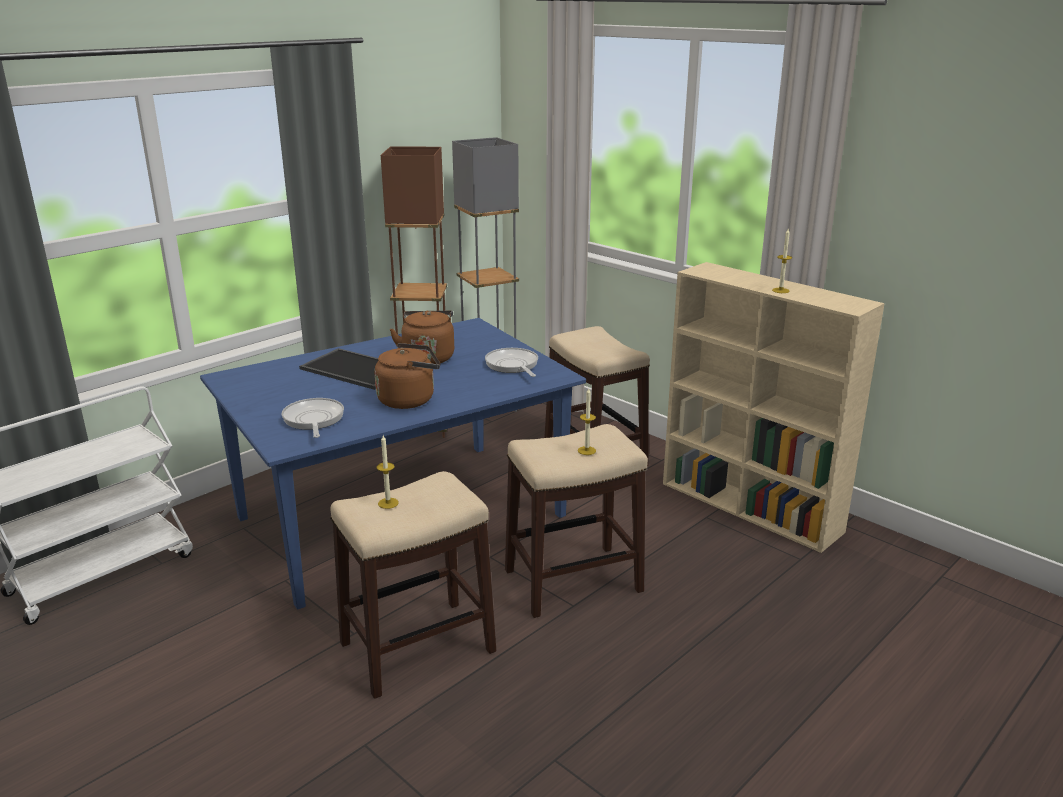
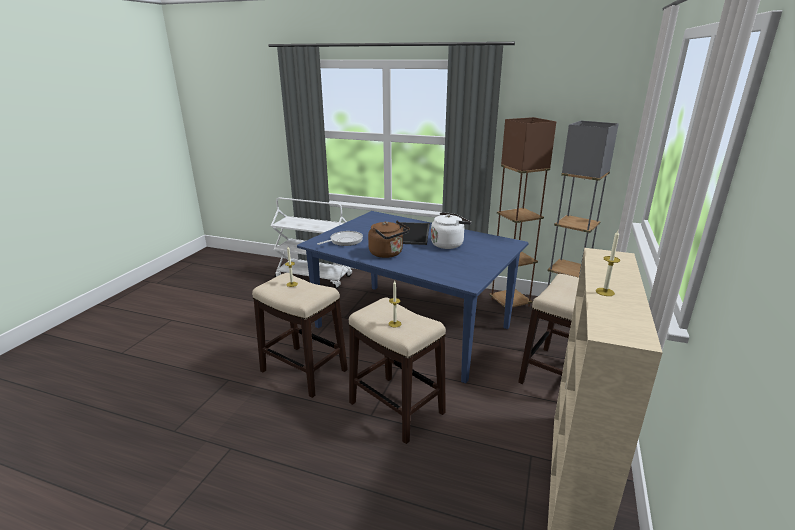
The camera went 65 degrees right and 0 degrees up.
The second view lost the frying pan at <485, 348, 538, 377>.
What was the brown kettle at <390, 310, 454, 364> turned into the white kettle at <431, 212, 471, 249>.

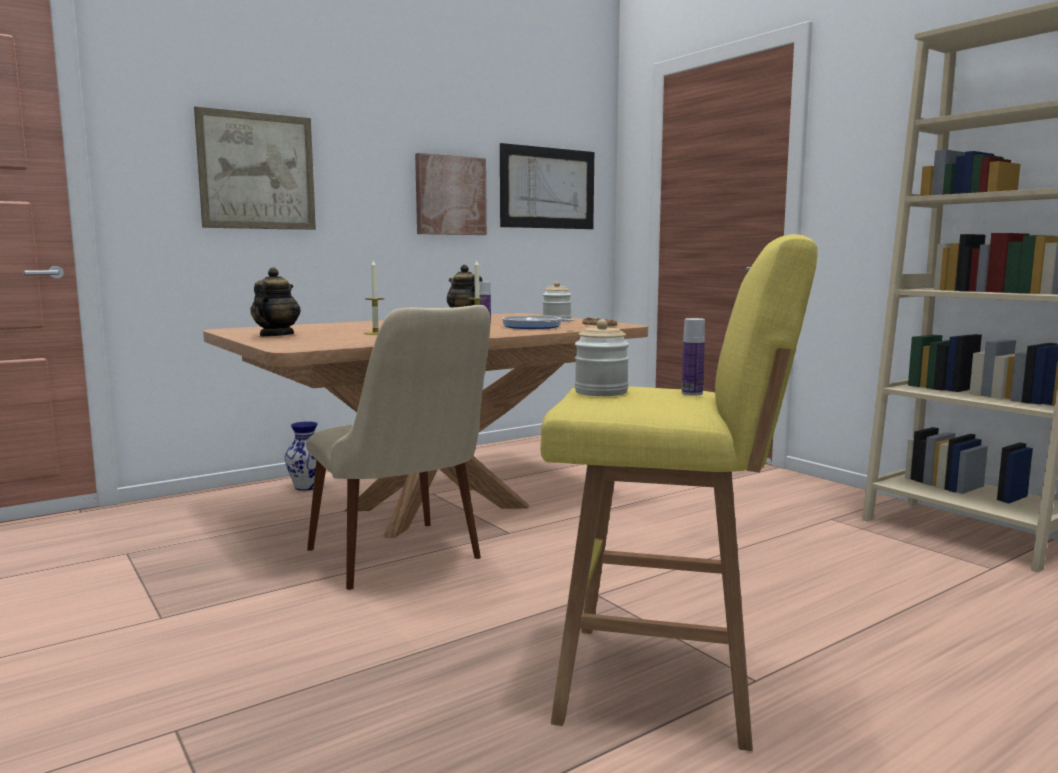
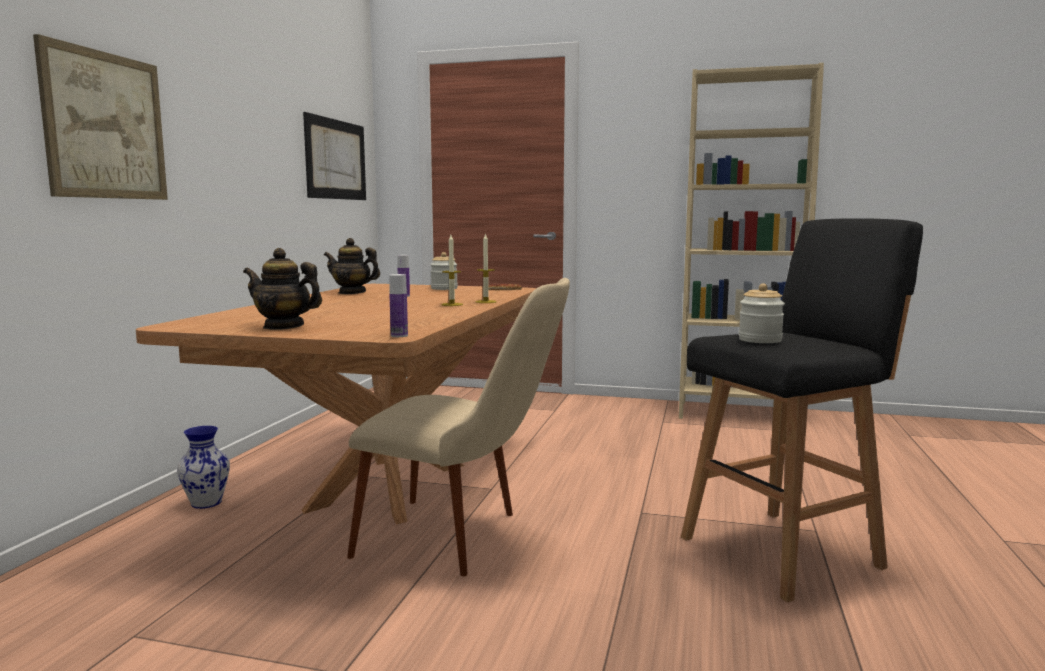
The camera went 40 degrees left and 0 degrees up.
The second view lost the picture at <415, 153, 487, 235>.
The second view lost the frying pan at <502, 316, 574, 329>.
The candle ended up elsewhere, having gone from <364, 259, 384, 335> to <476, 233, 496, 303>.
The bottle ended up elsewhere, having gone from <682, 318, 705, 395> to <389, 274, 408, 337>.
What was the yellow stool at <540, 234, 818, 751> turned into the black stool at <681, 218, 923, 602>.
The teapot at <250, 267, 301, 337> ended up facing another way, 45 degrees counterclockwise from before.

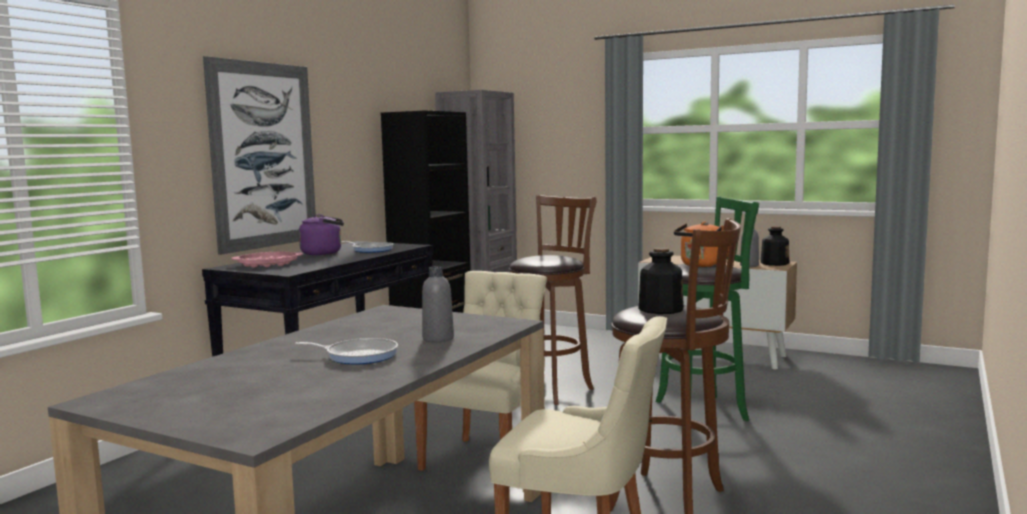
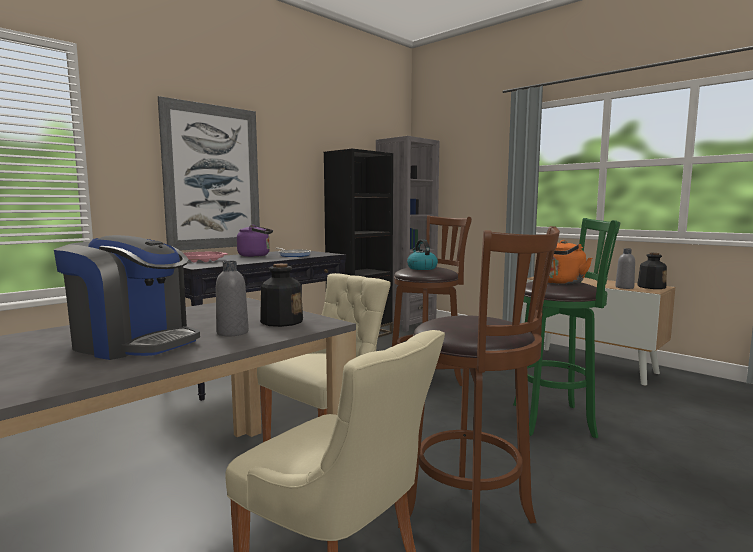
The camera went 15 degrees right and 0 degrees up.
The second view gained the kettle at <407, 239, 438, 270>.
The bottle ended up elsewhere, having gone from <638, 248, 684, 314> to <260, 263, 303, 327>.
Where the frying pan stood at <295, 338, 398, 364>, the coffee machine came to stand at <54, 235, 200, 360>.

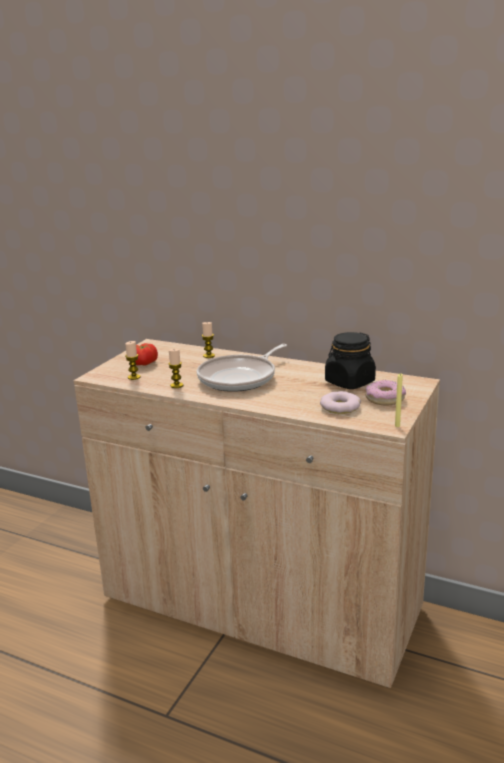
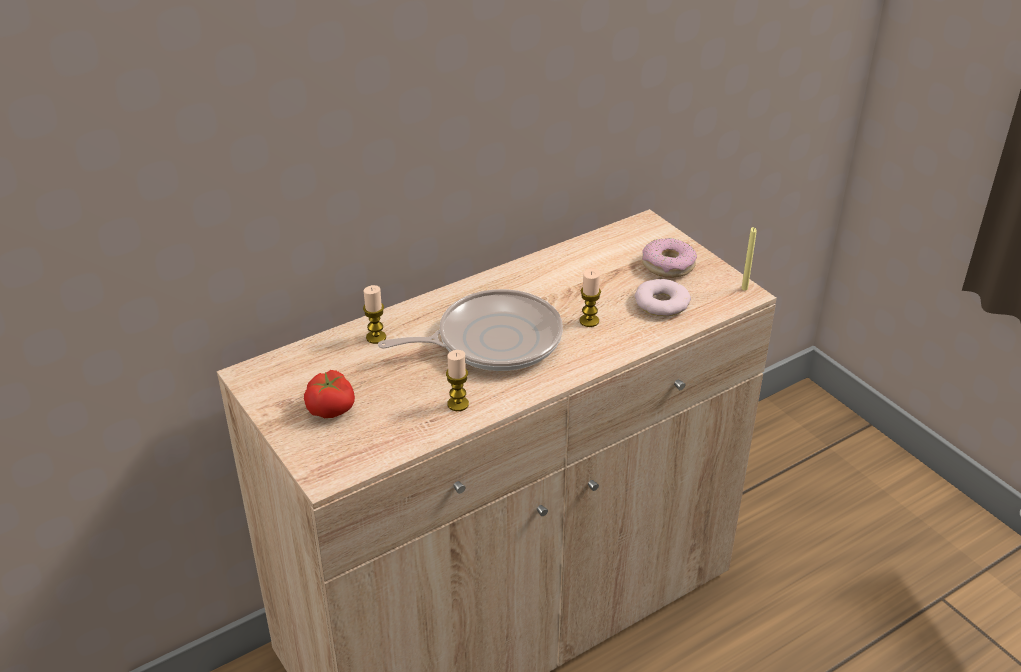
The camera went 60 degrees left and 15 degrees up.
The second view lost the black jar at <325, 332, 376, 389>.
The candle ended up elsewhere, having gone from <125, 341, 140, 380> to <579, 268, 601, 327>.
The frying pan at <197, 344, 287, 392> ended up facing another way, 90 degrees counterclockwise from before.

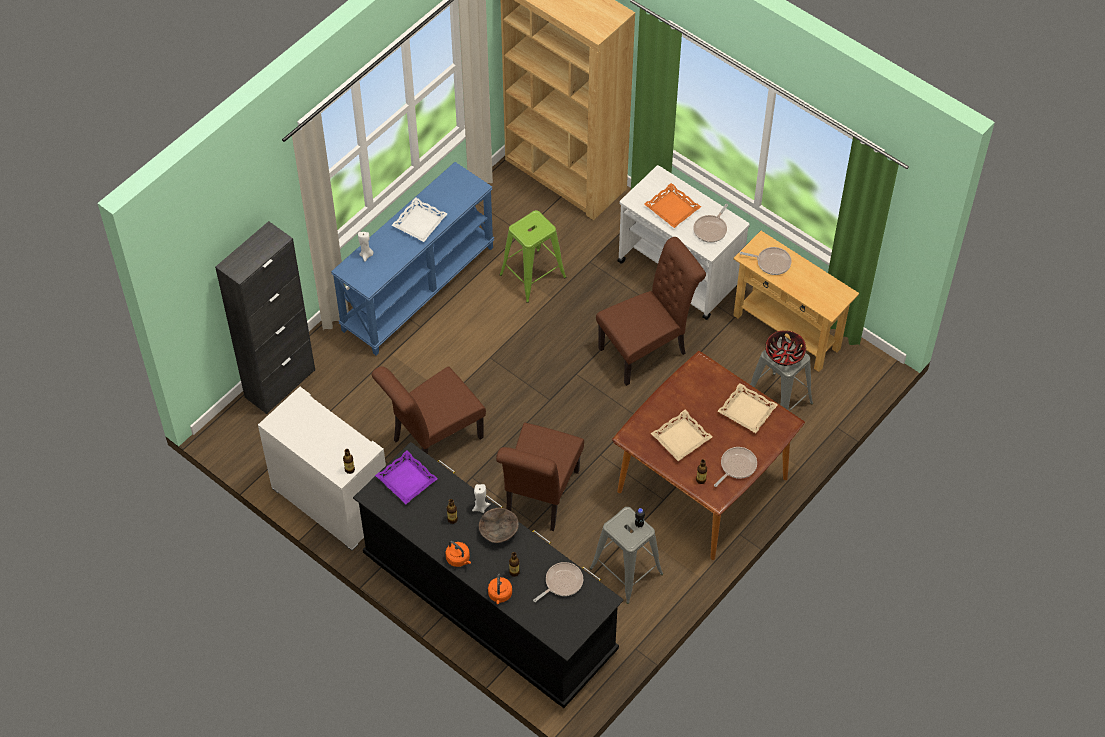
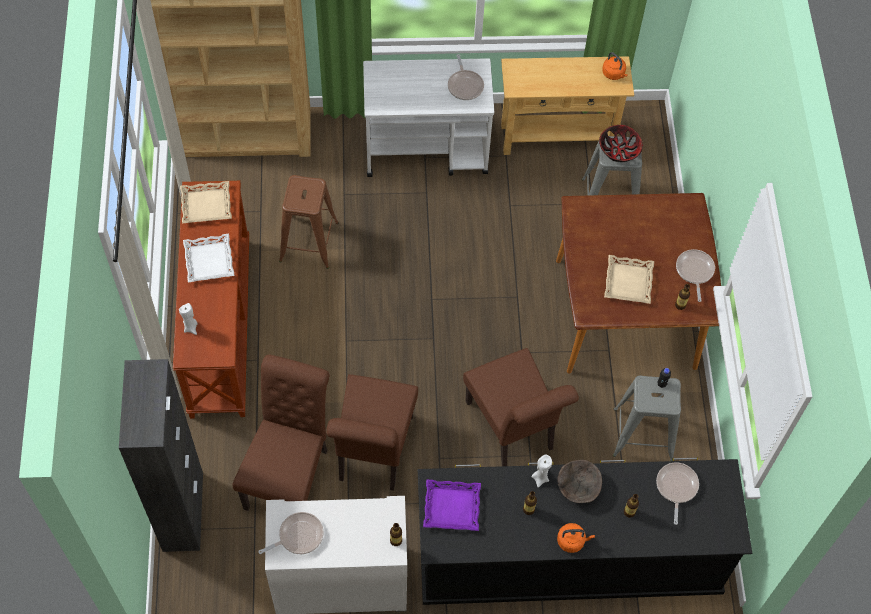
The camera went 45 degrees left and 5 degrees up.
The second view lost the orange tray at <644, 183, 701, 228>.
The orange kettle ended up elsewhere, having gone from <488, 574, 512, 604> to <602, 52, 628, 80>.
The brown chair ended up elsewhere, having gone from <596, 237, 706, 386> to <233, 354, 329, 511>.
The beige tray ended up elsewhere, having gone from <717, 383, 778, 433> to <180, 181, 232, 223>.
The frying pan ended up elsewhere, having gone from <740, 247, 792, 275> to <258, 512, 324, 554>.
What was the blue console table at <331, 162, 494, 356> turned into the brown console table at <173, 181, 249, 419>.
What was the green stool at <499, 210, 566, 303> turned into the brown stool at <279, 175, 339, 269>.

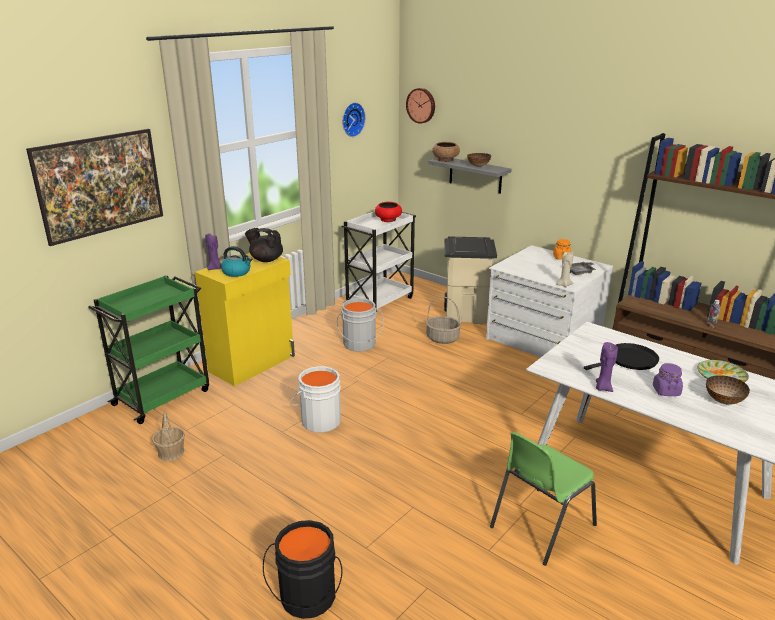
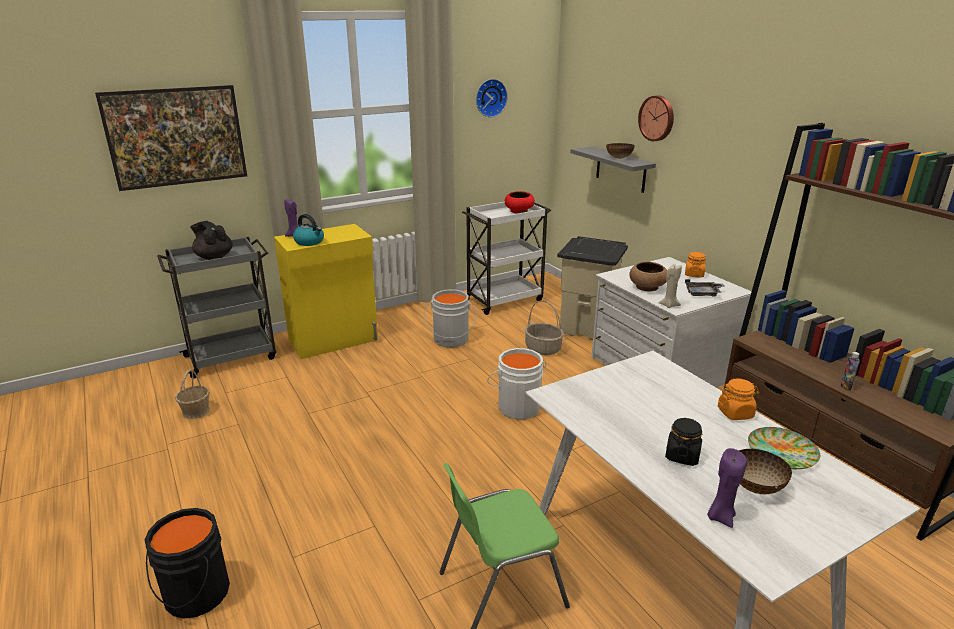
The camera went 20 degrees right and 0 degrees up.
The second view lost the black frying pan at <584, 343, 659, 370>.
The second view gained the orange jar at <718, 378, 759, 420>.
The black teapot ended up elsewhere, having gone from <245, 228, 283, 262> to <190, 221, 233, 260>.
The white bucket ended up elsewhere, having gone from <290, 366, 341, 433> to <487, 348, 546, 419>.
The wall clock ended up elsewhere, having gone from <406, 88, 435, 124> to <638, 95, 674, 141>.
The brown bowl ended up elsewhere, having gone from <432, 142, 460, 162> to <629, 262, 667, 291>.
The purple candle ended up elsewhere, having gone from <596, 342, 618, 392> to <707, 448, 747, 528>.
What was the green cart at <88, 275, 209, 424> turned into the grey cart at <157, 237, 276, 379>.
What was the purple jar at <653, 363, 683, 396> turned into the black jar at <665, 417, 702, 466>.

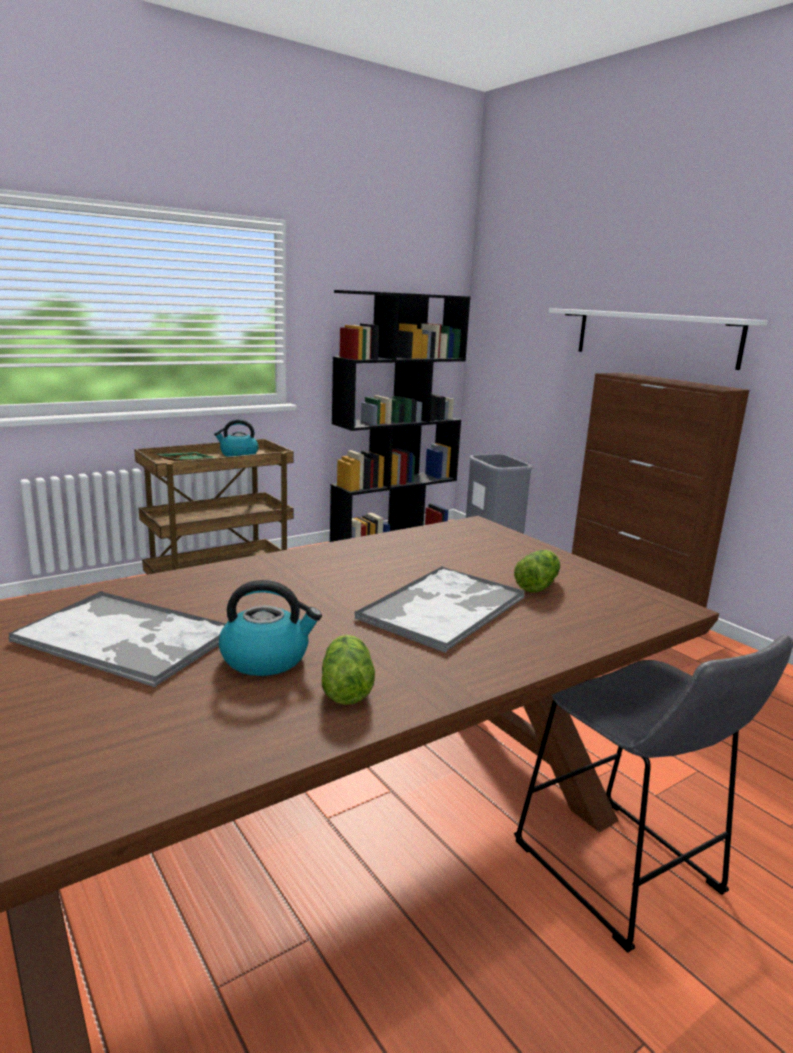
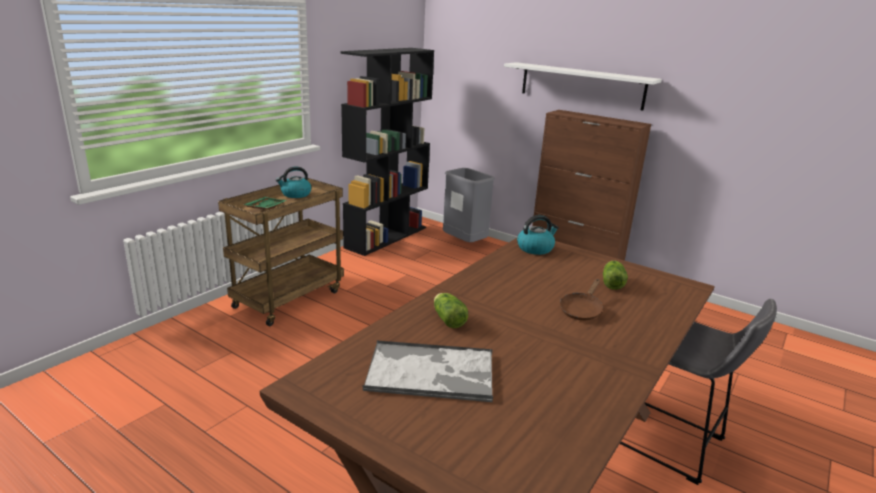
The camera went 20 degrees left and 5 degrees up.
The kettle ended up elsewhere, having gone from <219, 580, 322, 676> to <517, 215, 559, 255>.
The lettuce ended up elsewhere, having gone from <322, 635, 375, 705> to <434, 293, 468, 328>.
Where the tray stood at <354, 566, 525, 653>, the brown frying pan came to stand at <560, 279, 603, 320>.

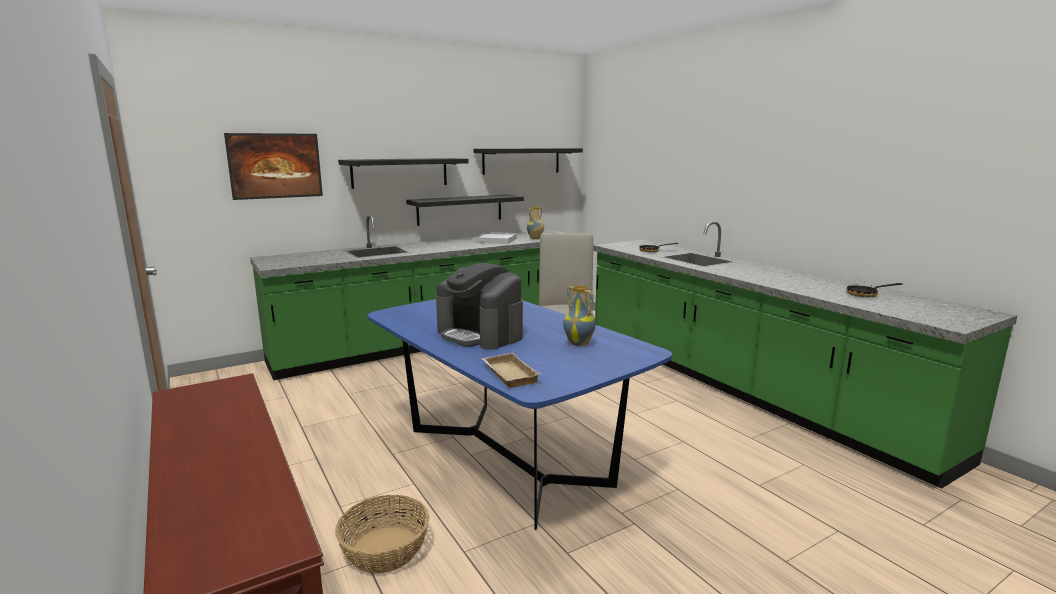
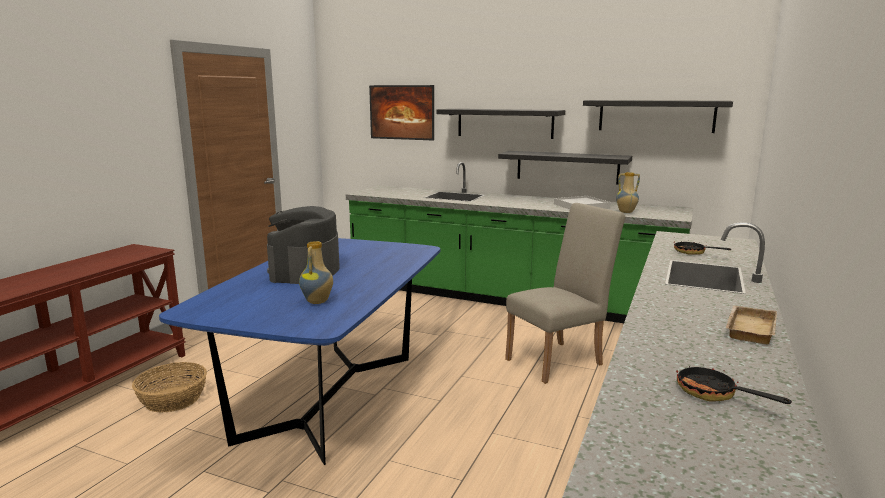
The camera went 55 degrees right and 0 degrees up.
The beige tray ended up elsewhere, having gone from <482, 353, 541, 388> to <726, 305, 777, 345>.

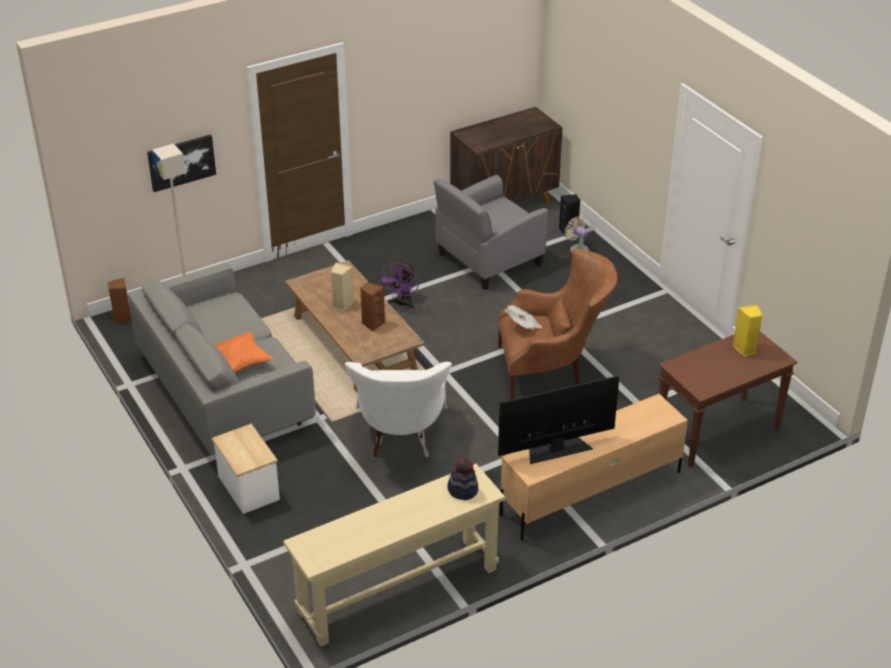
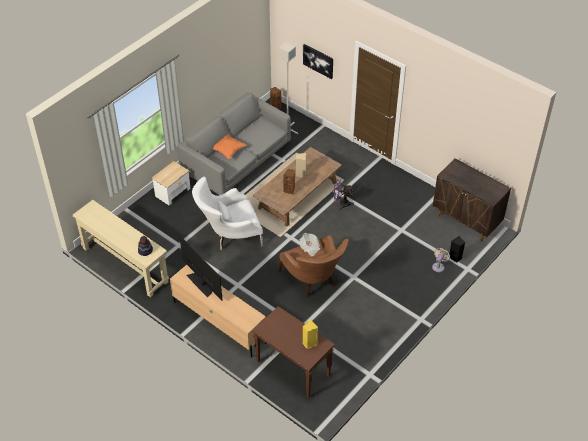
The camera went 70 degrees right and 10 degrees up.
The second view lost the grey armchair at <434, 175, 548, 290>.

